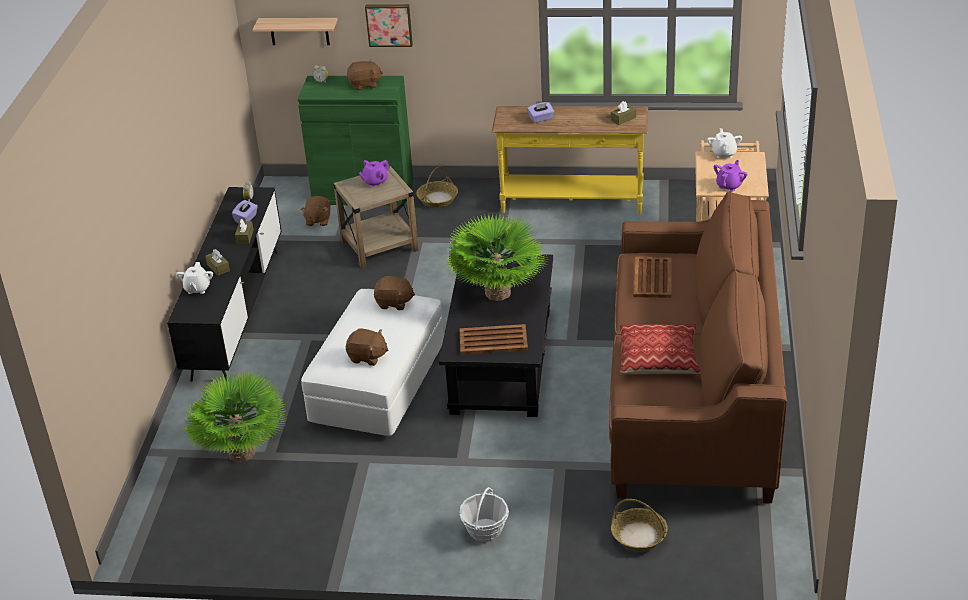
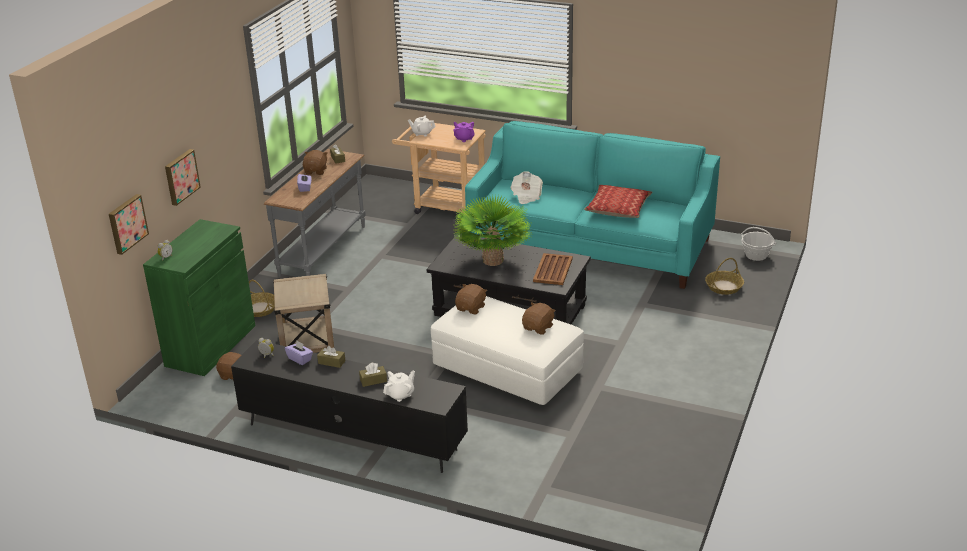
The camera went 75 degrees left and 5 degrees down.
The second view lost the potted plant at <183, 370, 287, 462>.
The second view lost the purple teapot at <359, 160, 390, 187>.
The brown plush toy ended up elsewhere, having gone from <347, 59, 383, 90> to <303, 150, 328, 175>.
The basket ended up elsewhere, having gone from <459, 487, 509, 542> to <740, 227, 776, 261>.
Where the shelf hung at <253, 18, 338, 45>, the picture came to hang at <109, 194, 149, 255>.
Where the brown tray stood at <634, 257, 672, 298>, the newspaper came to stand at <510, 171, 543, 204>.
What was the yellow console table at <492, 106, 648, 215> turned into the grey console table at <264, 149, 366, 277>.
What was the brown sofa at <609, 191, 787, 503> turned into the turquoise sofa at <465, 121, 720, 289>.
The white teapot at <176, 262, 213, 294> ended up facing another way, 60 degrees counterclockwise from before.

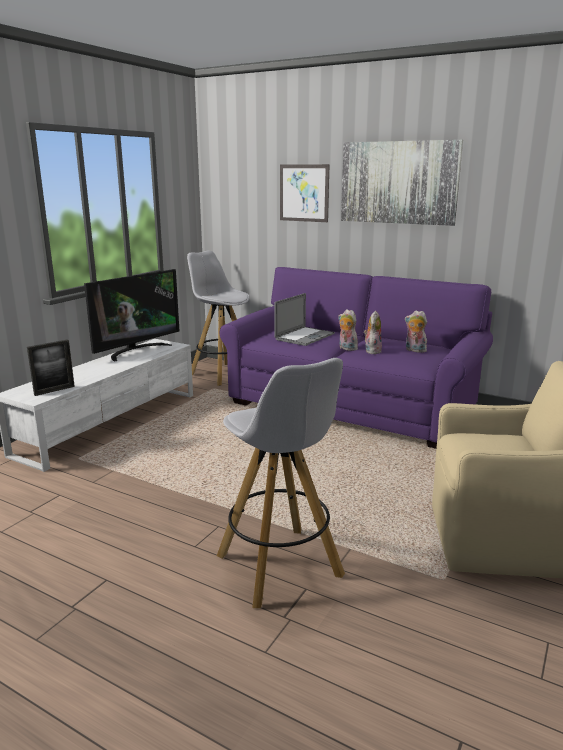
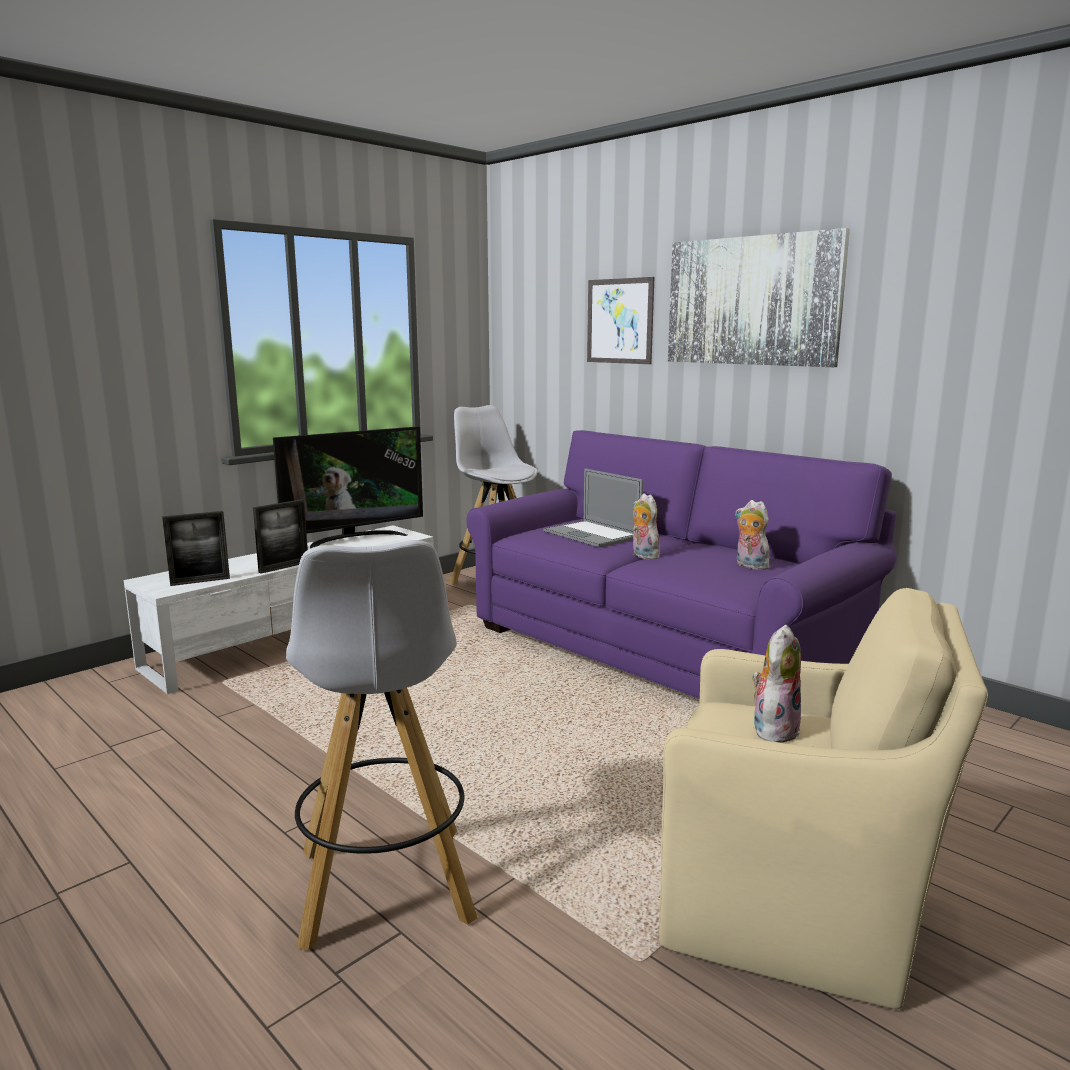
The camera went 15 degrees right and 5 degrees down.
The second view gained the picture frame at <253, 499, 308, 574>.
The plush toy ended up elsewhere, having gone from <364, 311, 382, 354> to <752, 625, 801, 743>.
The laptop at <274, 293, 335, 346> ended up facing another way, 90 degrees clockwise from before.

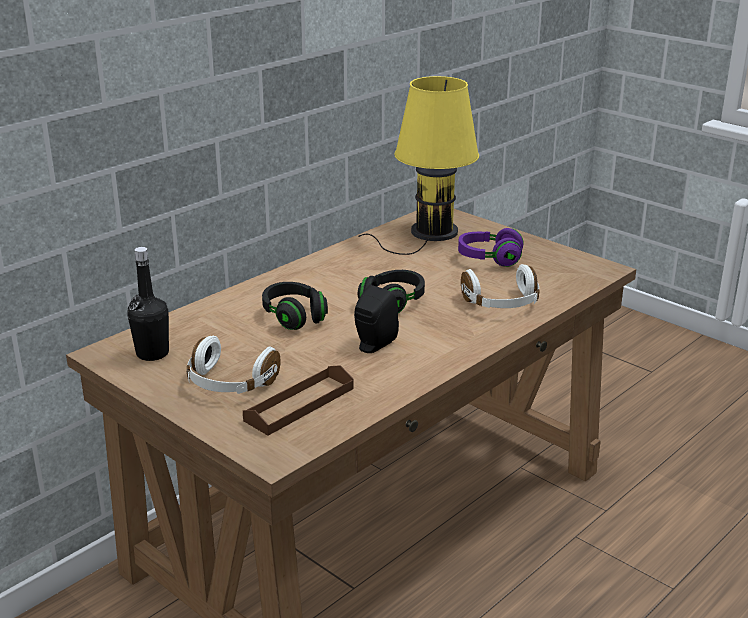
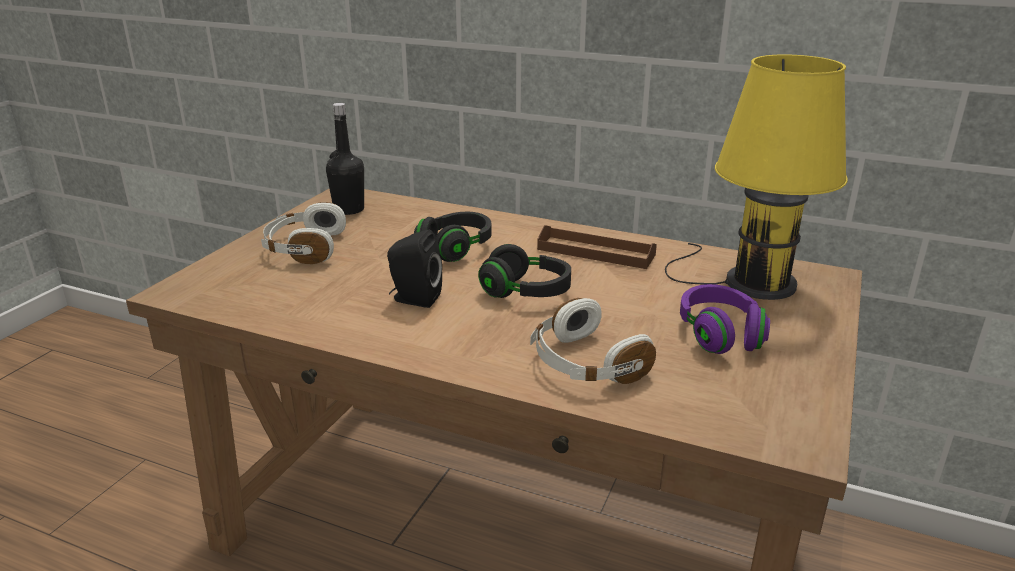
The camera went 70 degrees right and 0 degrees up.
The brown tray ended up elsewhere, having gone from <243, 365, 354, 436> to <537, 225, 657, 269>.

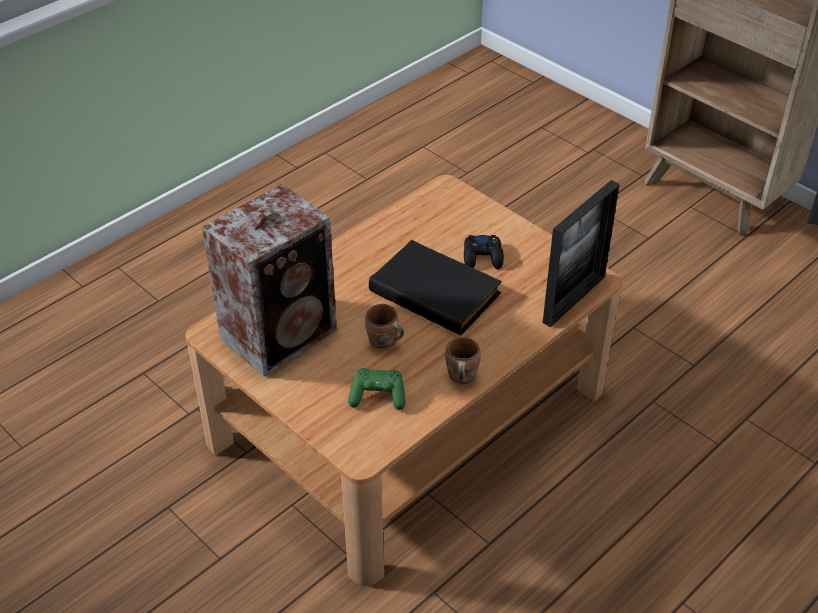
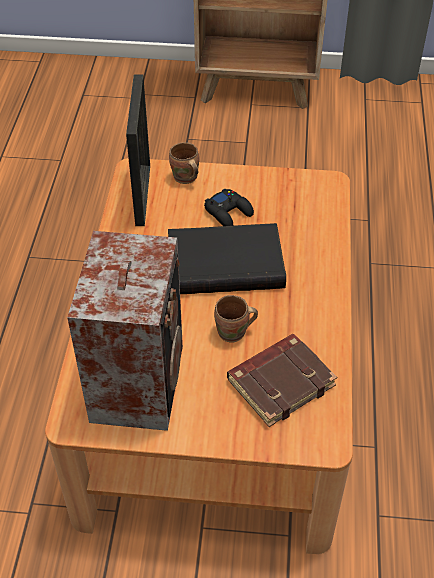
The camera went 40 degrees left and 5 degrees up.
The brown mug ended up elsewhere, having gone from <445, 337, 481, 385> to <169, 142, 199, 184>.
The picture frame ended up elsewhere, having gone from <543, 180, 620, 327> to <126, 75, 150, 226>.
Where the green game controller stood at <348, 368, 406, 410>, the brown book came to stand at <227, 334, 337, 427>.

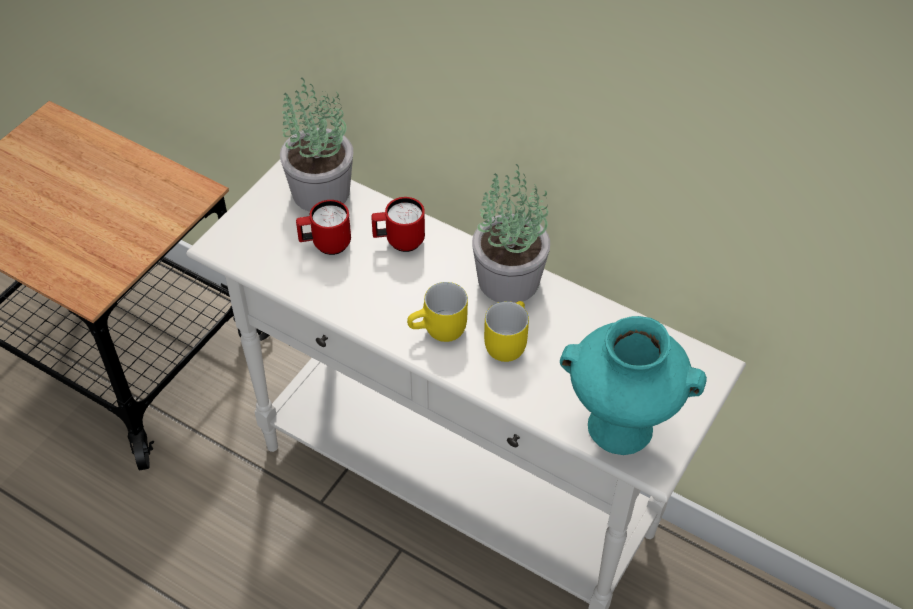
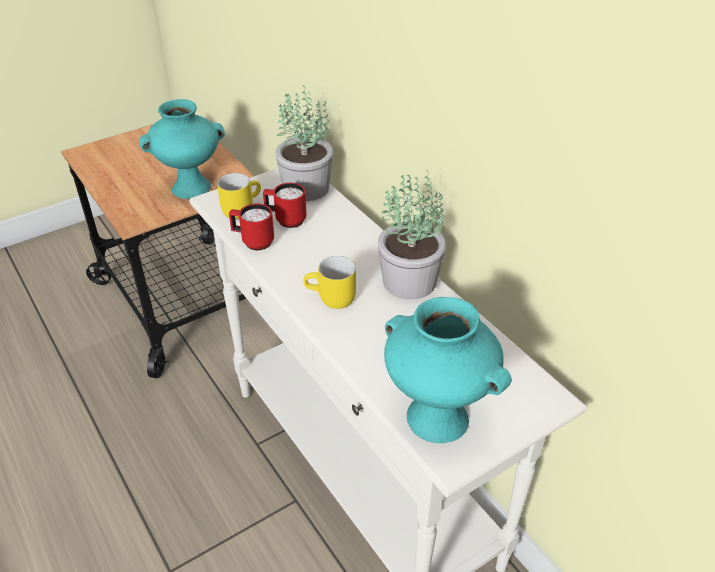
The camera went 25 degrees right and 10 degrees down.
The second view gained the turquoise vase at <139, 99, 225, 199>.
The red mug ended up elsewhere, having gone from <371, 197, 425, 252> to <229, 203, 274, 250>.
The yellow mug ended up elsewhere, having gone from <484, 301, 529, 362> to <217, 173, 261, 219>.

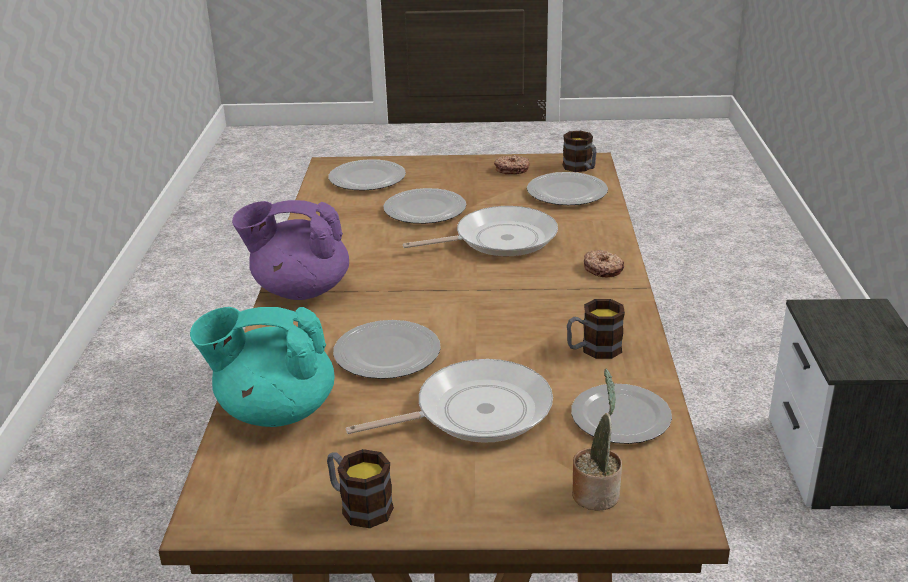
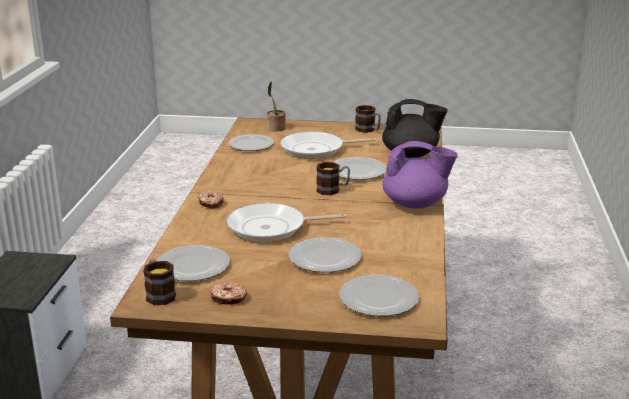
The camera went 175 degrees left and 5 degrees down.
The mug ended up elsewhere, having gone from <567, 299, 625, 359> to <316, 162, 350, 195>.
What was the turquoise teapot at <190, 307, 335, 427> turned into the black teapot at <382, 99, 448, 158>.

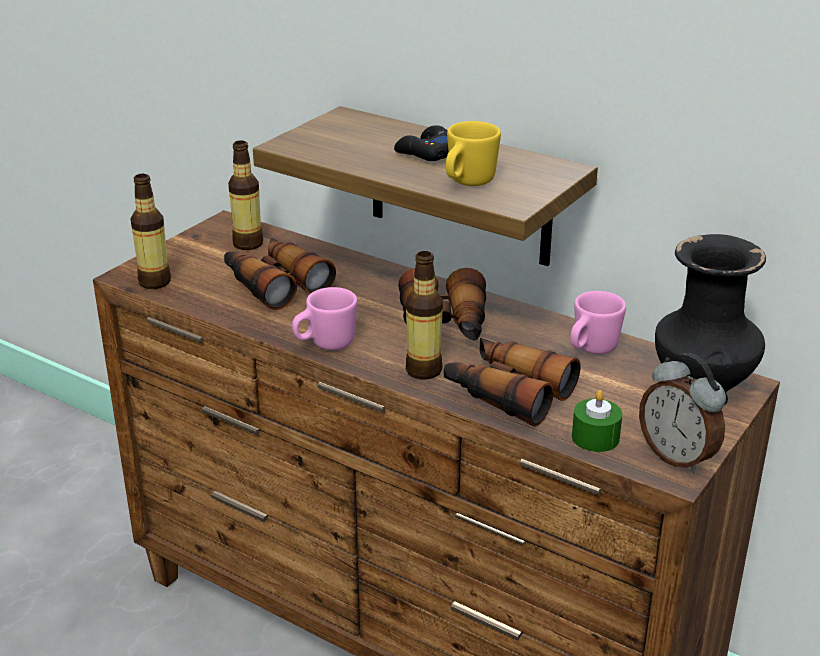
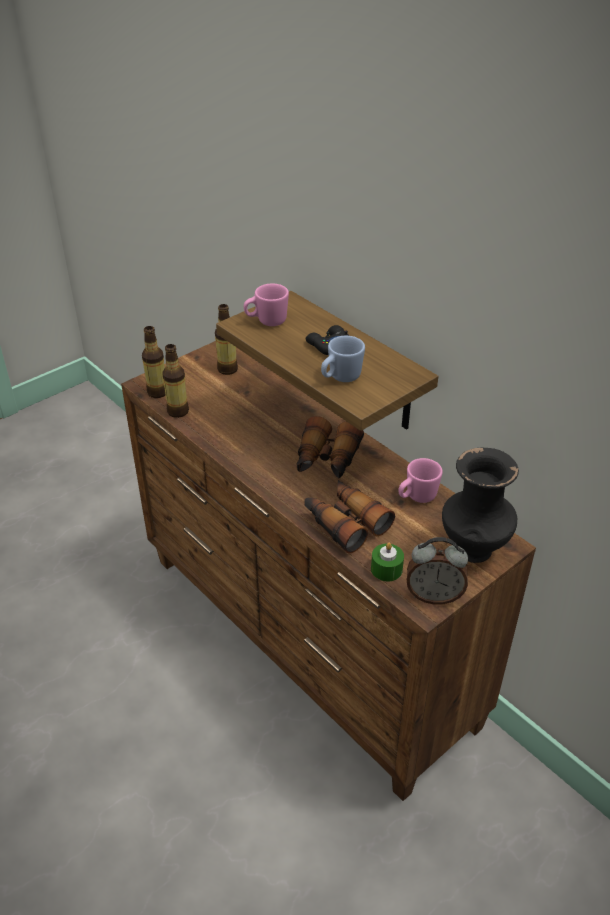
The camera went 15 degrees right and 10 degrees up.
The second view lost the binoculars at <224, 238, 336, 310>.
The pink mug ended up elsewhere, having gone from <292, 287, 357, 350> to <244, 284, 289, 326>.
The bottle ended up elsewhere, having gone from <405, 251, 443, 379> to <163, 344, 189, 418>.
What was the yellow mug at <446, 121, 501, 186> turned into the blue mug at <321, 336, 365, 382>.
The alarm clock at <639, 353, 726, 474> ended up facing another way, 60 degrees counterclockwise from before.

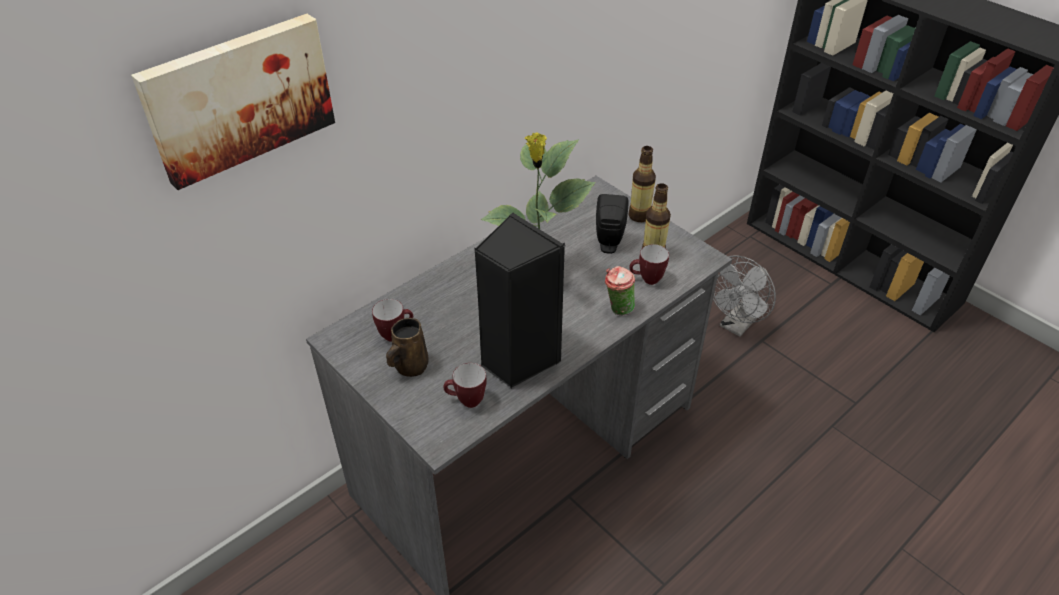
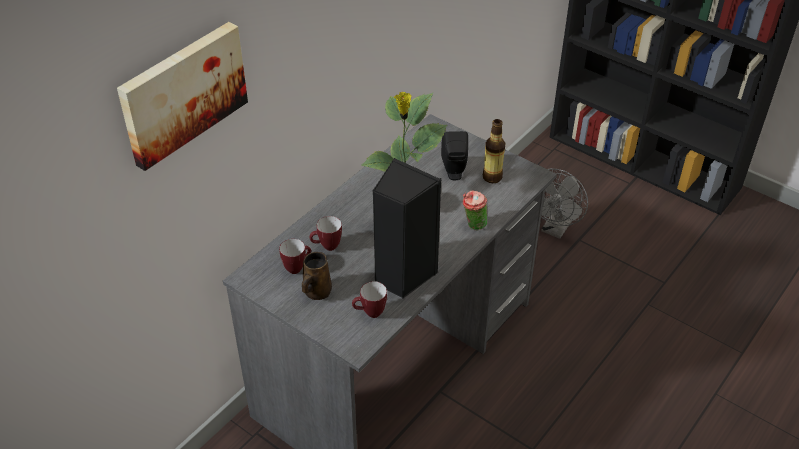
The camera went 10 degrees left and 0 degrees up.
The second view lost the bottle at <629, 146, 656, 222>.
The mug ended up elsewhere, having gone from <629, 244, 669, 285> to <310, 216, 342, 251>.

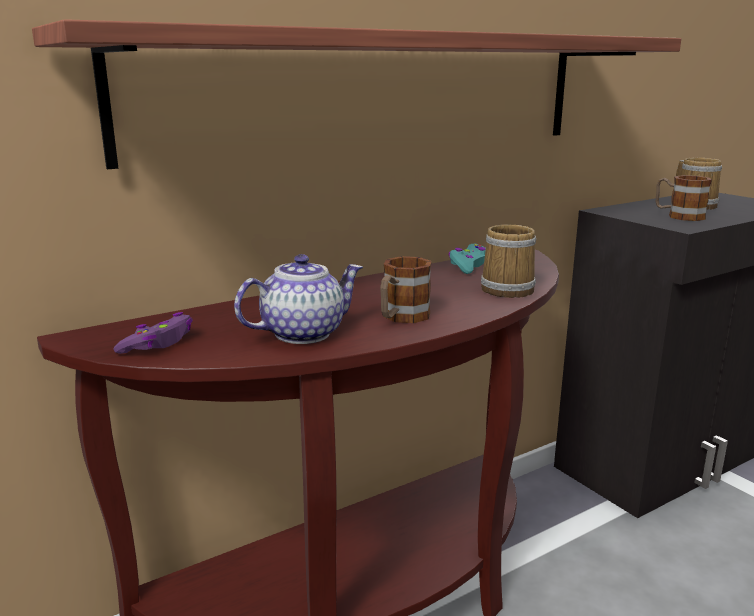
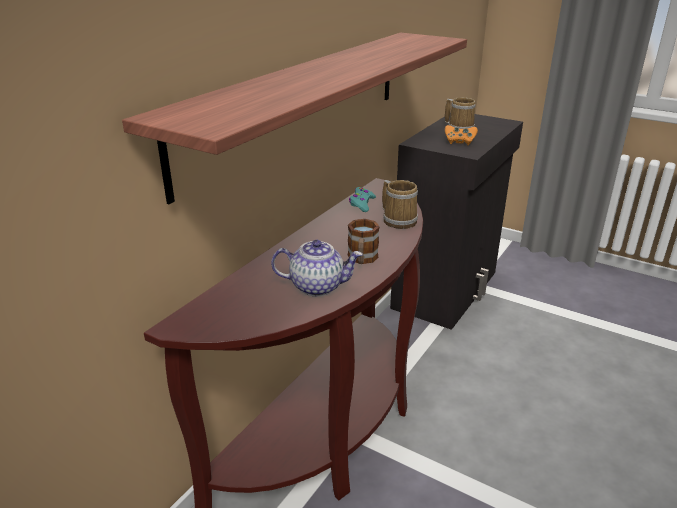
The camera went 25 degrees left and 10 degrees up.
The second view lost the purple game controller at <113, 312, 193, 354>.
Where the mug stood at <656, 175, 712, 221>, the orange game controller came to stand at <445, 125, 478, 145>.
The teapot at <234, 254, 363, 344> ended up facing another way, 60 degrees clockwise from before.

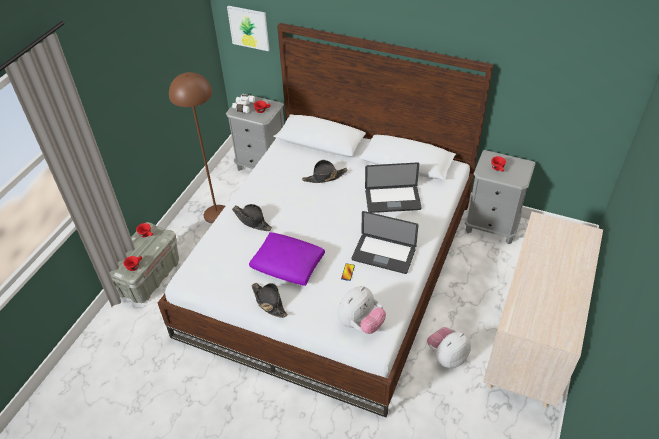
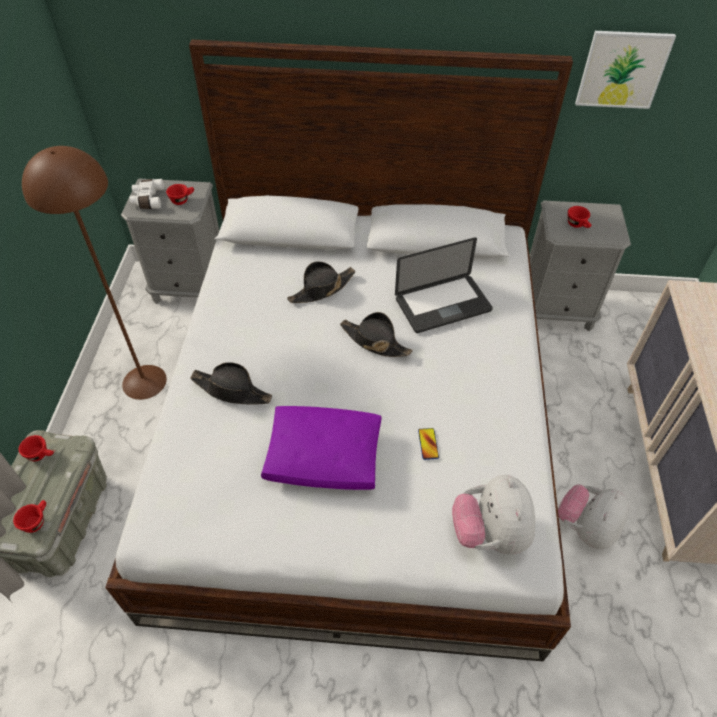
The camera went 20 degrees left and 5 degrees up.
The second view lost the laptop at <352, 211, 419, 274>.
The picture ended up elsewhere, having gone from <227, 6, 269, 51> to <575, 31, 676, 109>.
The black hat ended up elsewhere, having gone from <251, 283, 288, 318> to <340, 312, 413, 357>.
The plush toy at <337, 286, 386, 334> ended up facing another way, 150 degrees clockwise from before.

